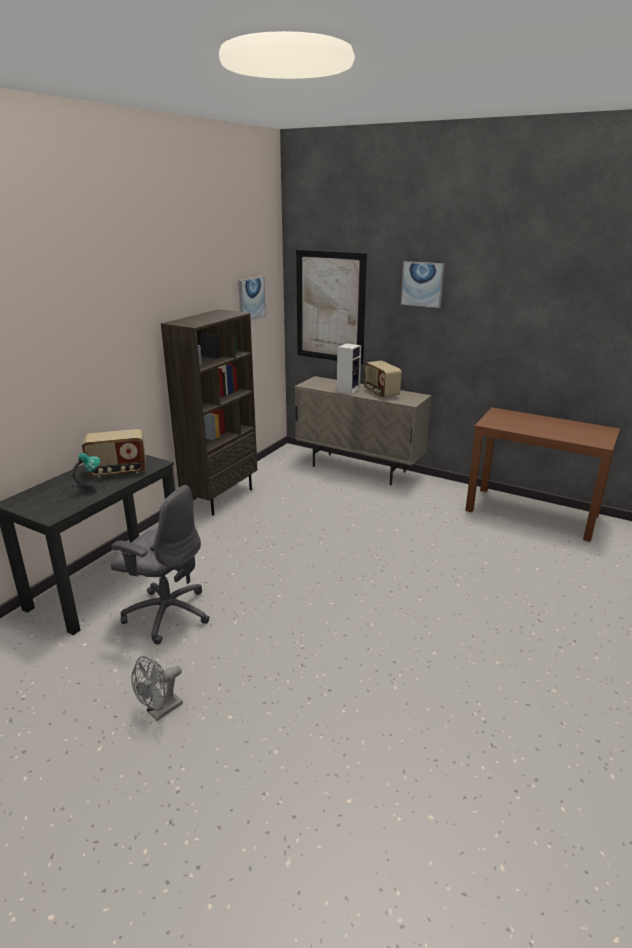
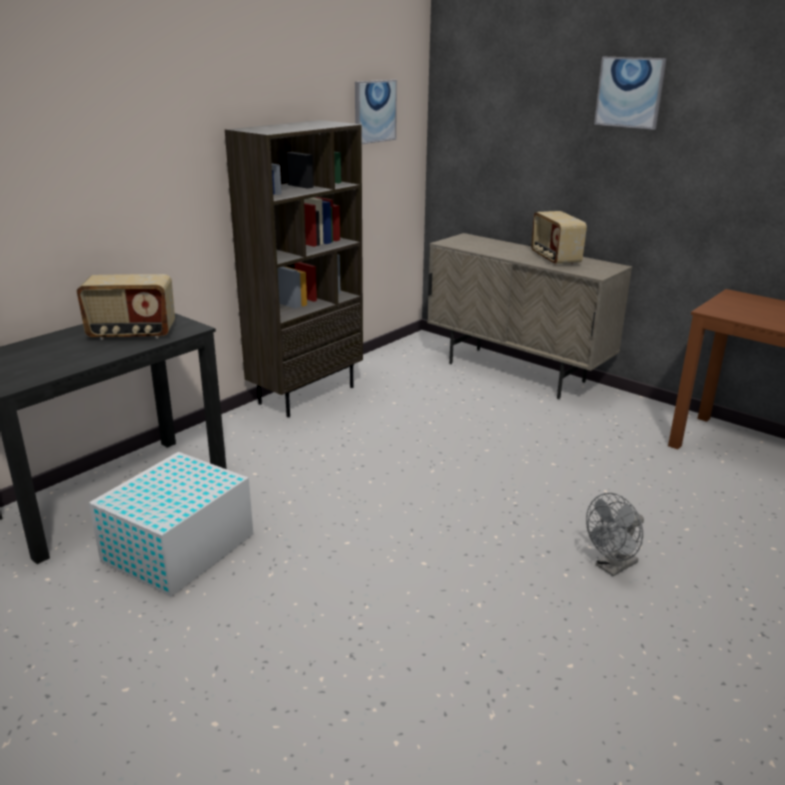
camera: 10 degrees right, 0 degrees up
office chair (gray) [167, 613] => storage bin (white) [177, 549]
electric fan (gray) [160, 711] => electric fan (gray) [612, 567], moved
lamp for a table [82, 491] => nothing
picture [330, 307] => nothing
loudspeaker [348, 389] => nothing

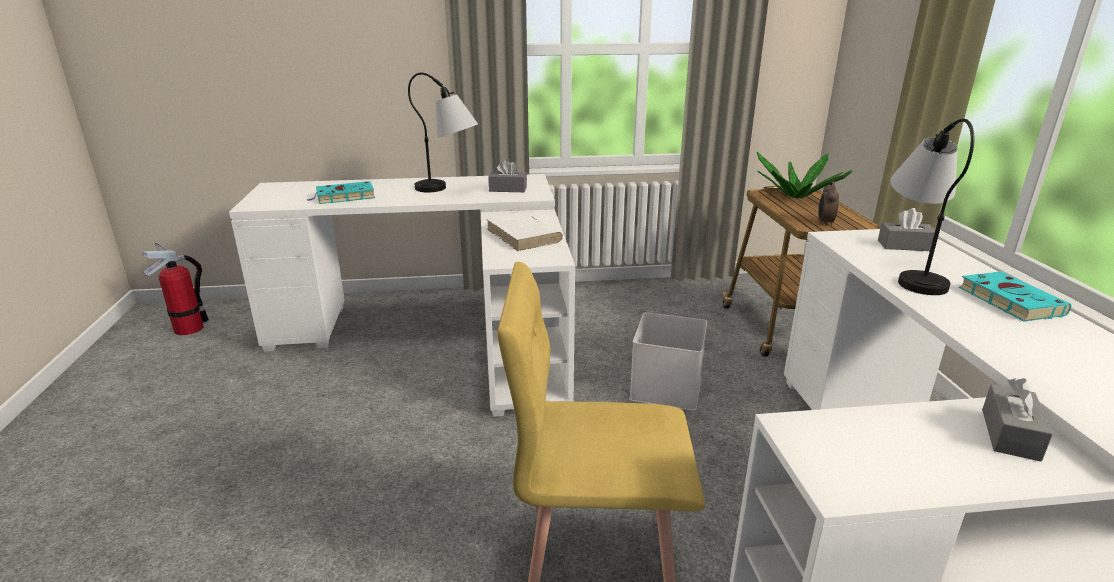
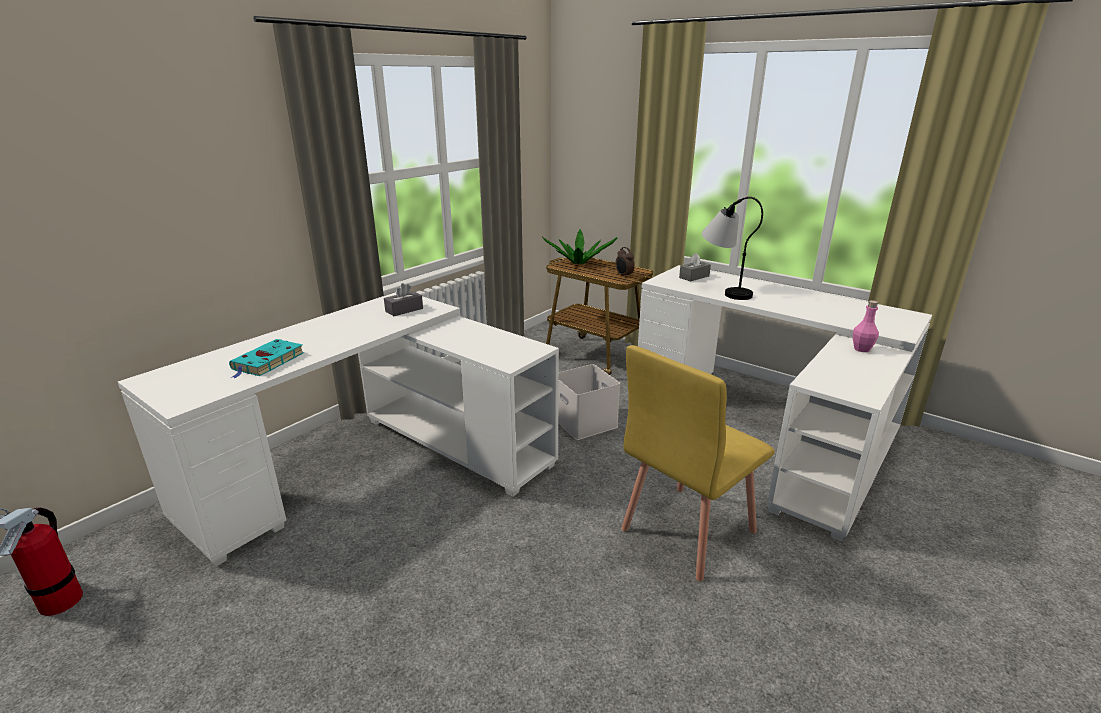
camera: 45 degrees left, 0 degrees up
tissue box (gray) [1010, 434] => bottle (pink) [861, 349]
lamp for a table [448, 190] => nothing
bound book (white) [524, 235] => nothing
bound book (turquoise) [1007, 300] => nothing

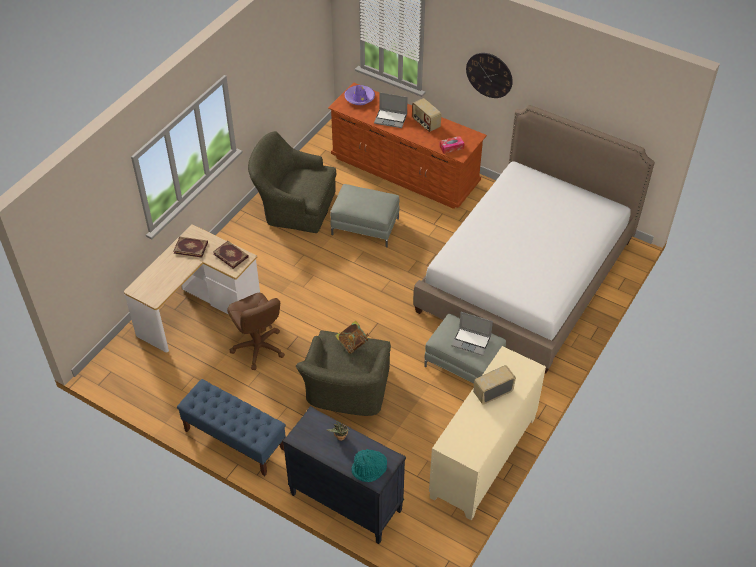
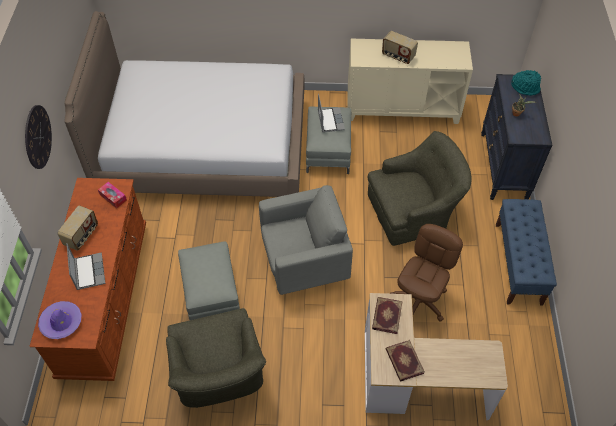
camera: 120 degrees left, 5 degrees up
nothing => lounge chair (gray) [304, 262]
bound book [352, 344] => nothing

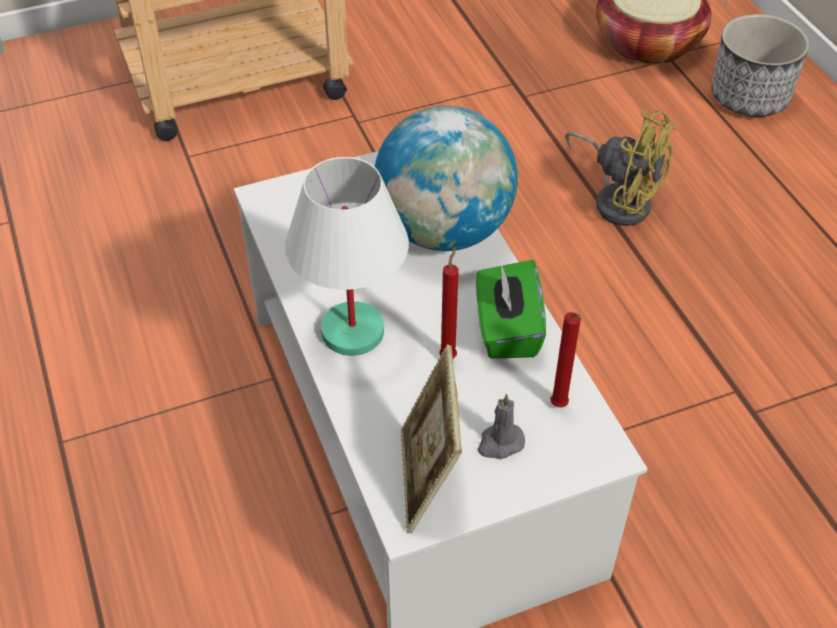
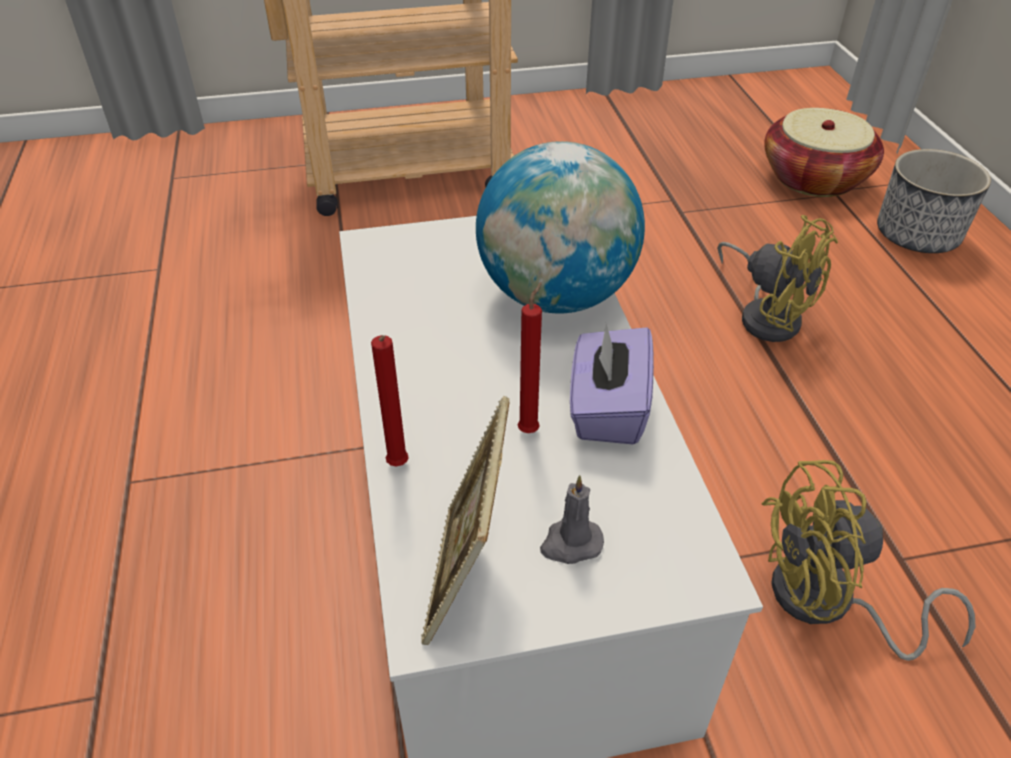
camera: 10 degrees right, 5 degrees down
candle (red-coloured) [559, 407] => candle (red-coloured) [397, 467], moved
tissue box (greenish) [507, 330] => tissue box (purplish) [607, 409]
nothing => electric fan (yellow) [827, 604]
lamp for a table (white) [354, 332] => nothing

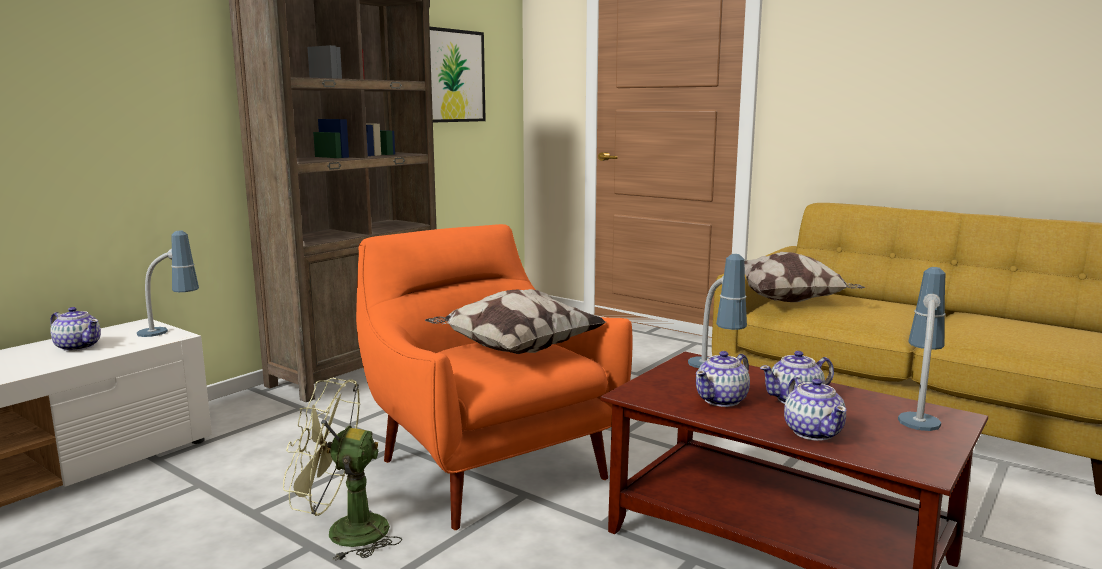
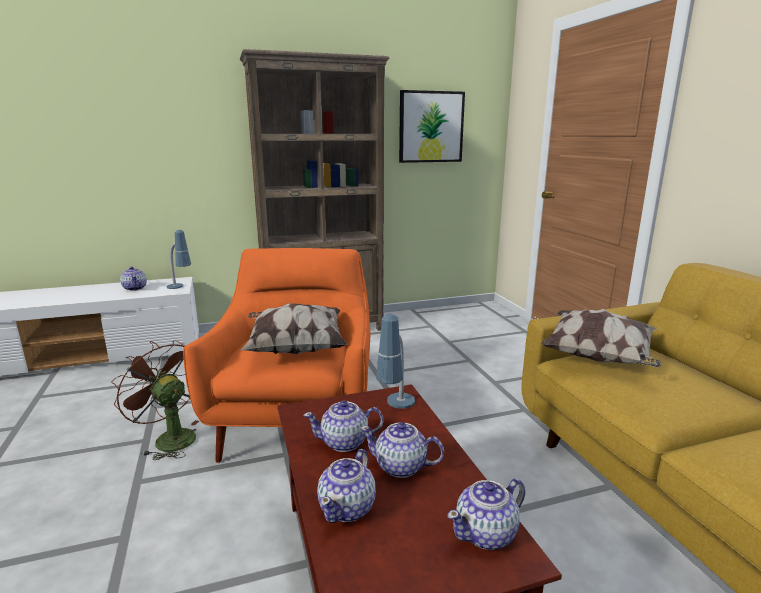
camera: 35 degrees right, 5 degrees up
electric fan (greenish) [343, 533] => electric fan (brownish) [169, 438]
lamp for a table [919, 413] => tea pot [486, 533]

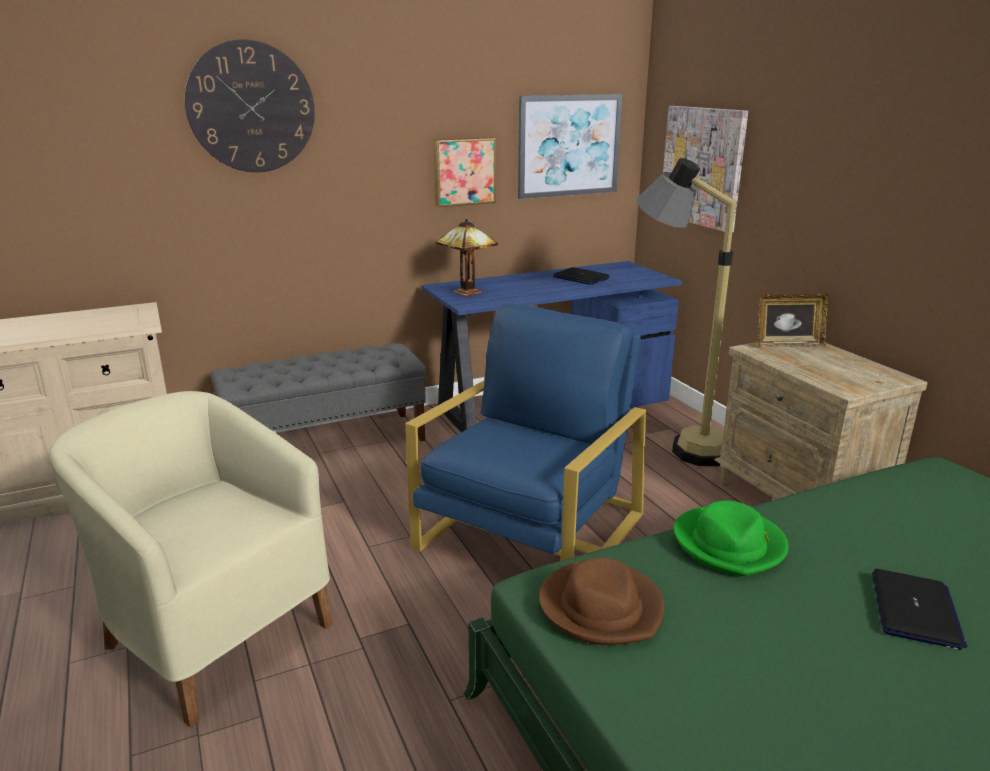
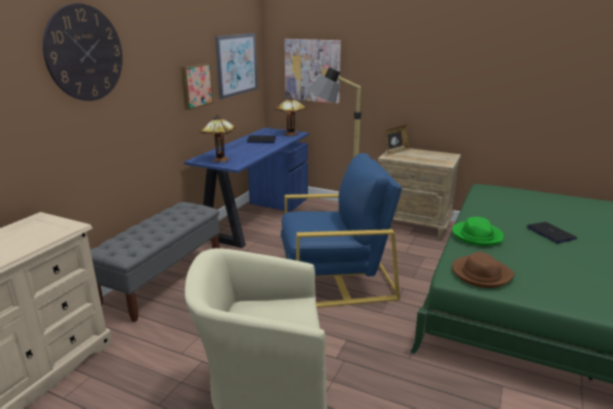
camera: 40 degrees left, 0 degrees up
nothing => lamp for a table [290, 134]
lounge chair (bluish) [529, 532] => lounge chair (bluish) [336, 277], 90 degrees clockwise

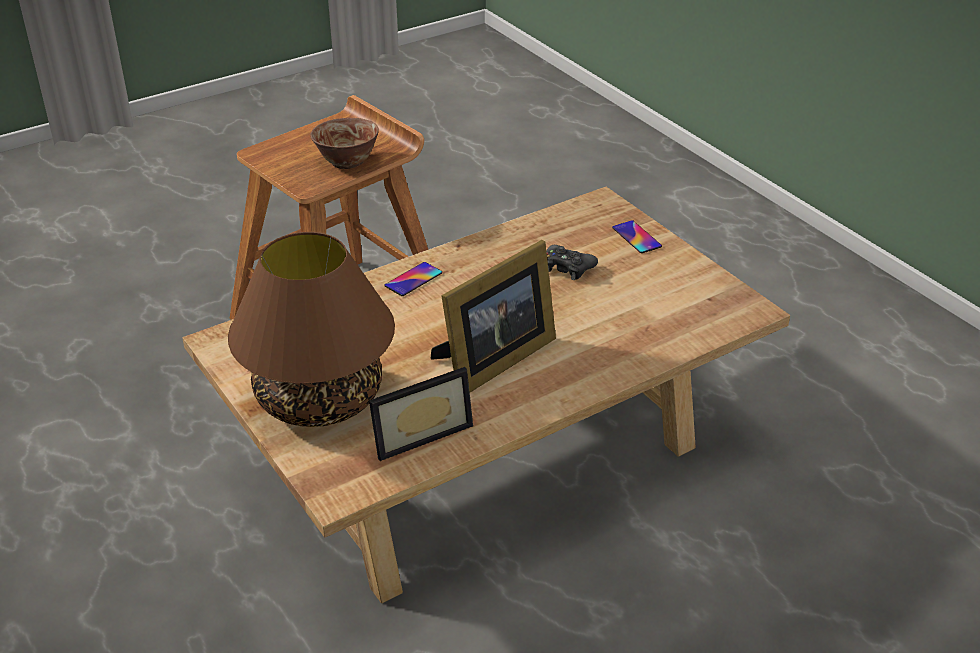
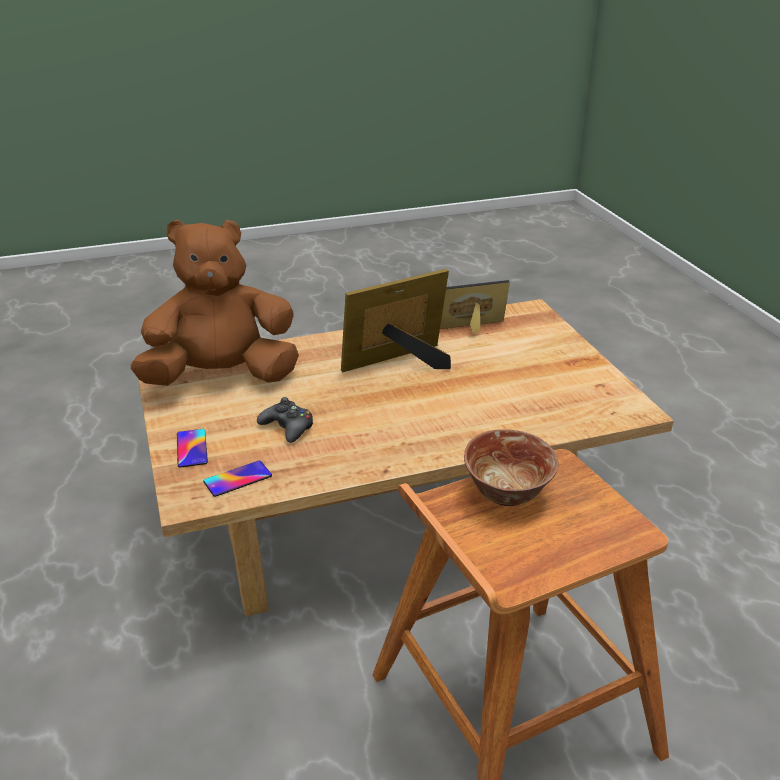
camera: 165 degrees left, 5 degrees down
nothing => plush toy (brownish) [222, 377]
phone [413, 279] => phone [237, 479], moved
lamp for a table (brownish) [319, 398] => nothing

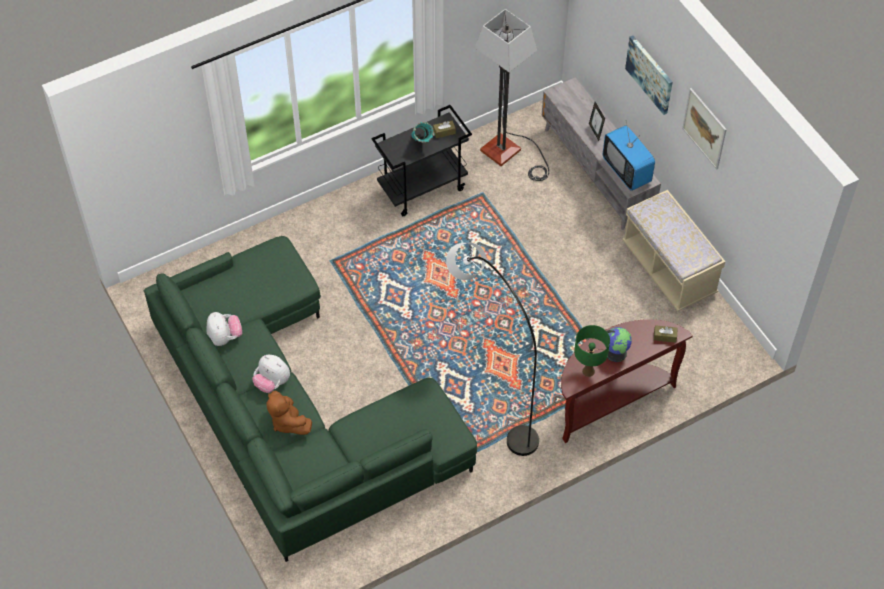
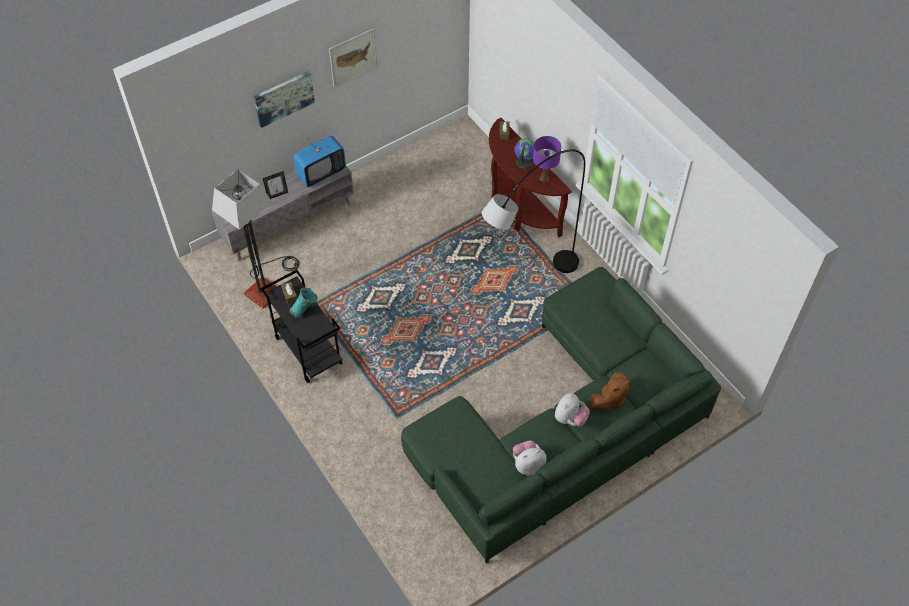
camera: 95 degrees left, 0 degrees up
lamp for a table (greenish) [588, 371] => lamp for a table (purplish) [544, 178]
bench (beige-coloured) [668, 269] => nothing

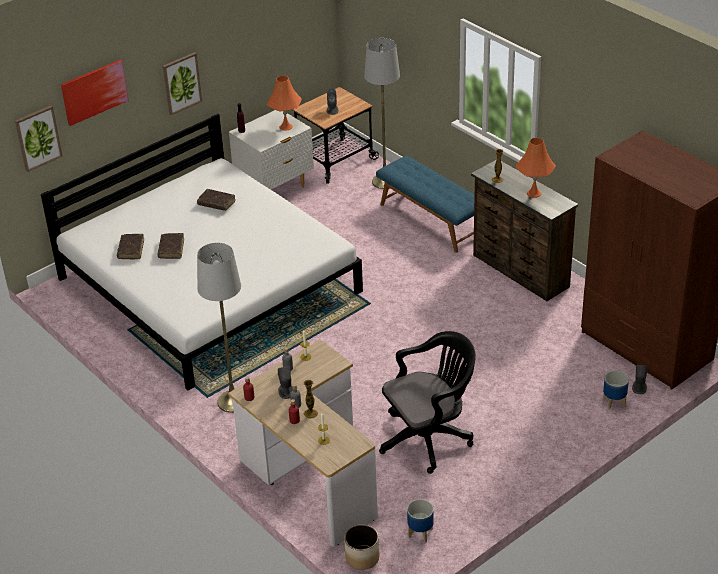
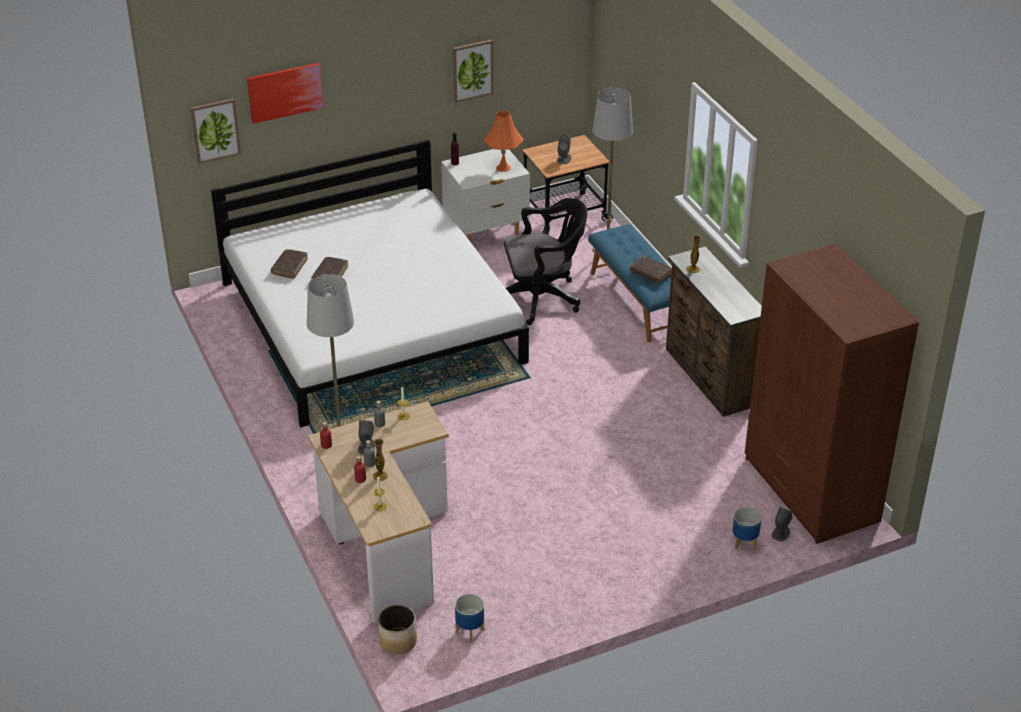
camera: 15 degrees right, 0 degrees up
picture [181, 83] => picture [472, 70], moved
office chair (blackish) [429, 437] => office chair (blackish) [542, 298], moved
bound book (brownish) [216, 203] => bound book (brownish) [651, 273], moved
lamp for a table (orangey) [534, 193] => nothing

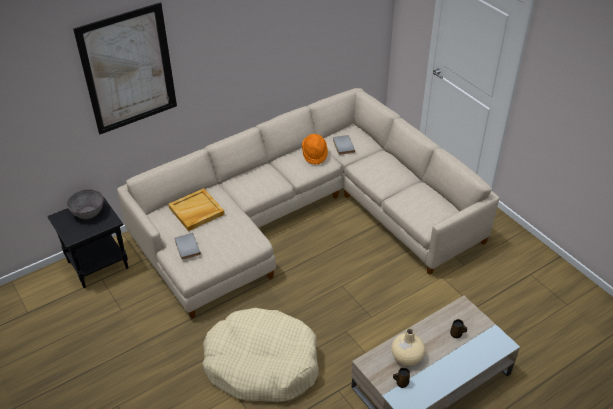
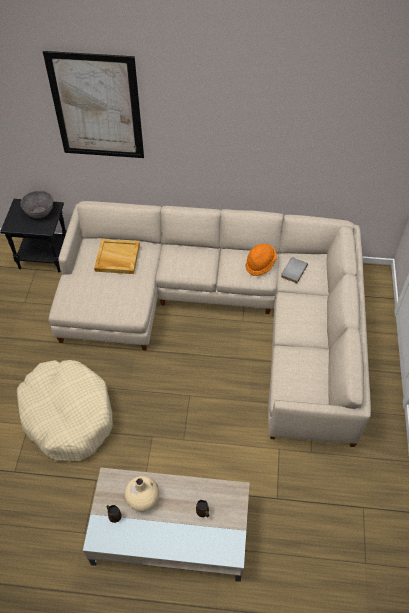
camera: 40 degrees right, 10 degrees up
bound book (gray) [186, 247] => nothing

